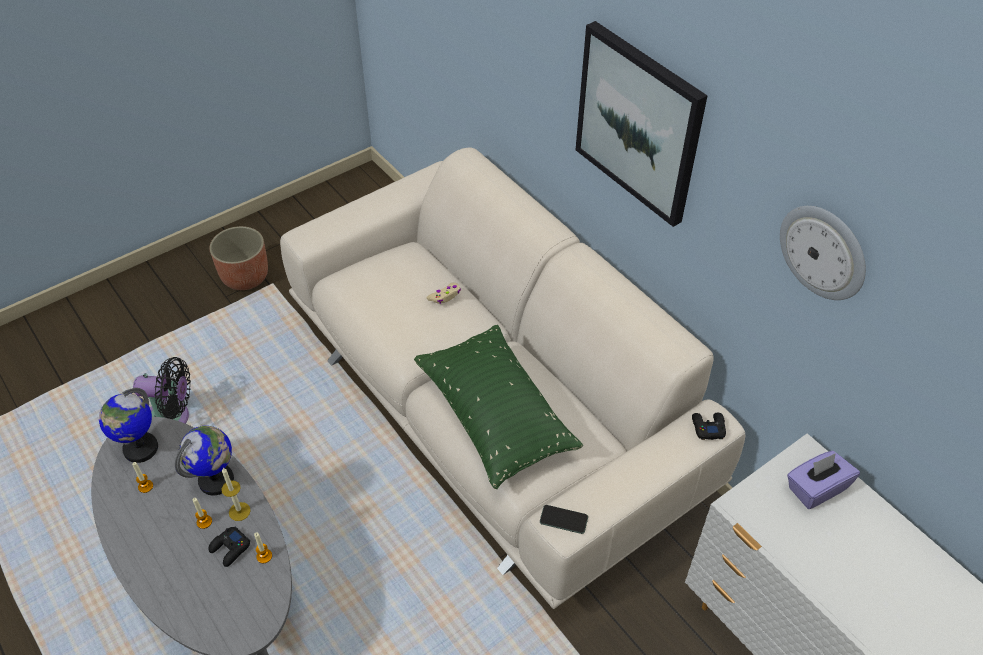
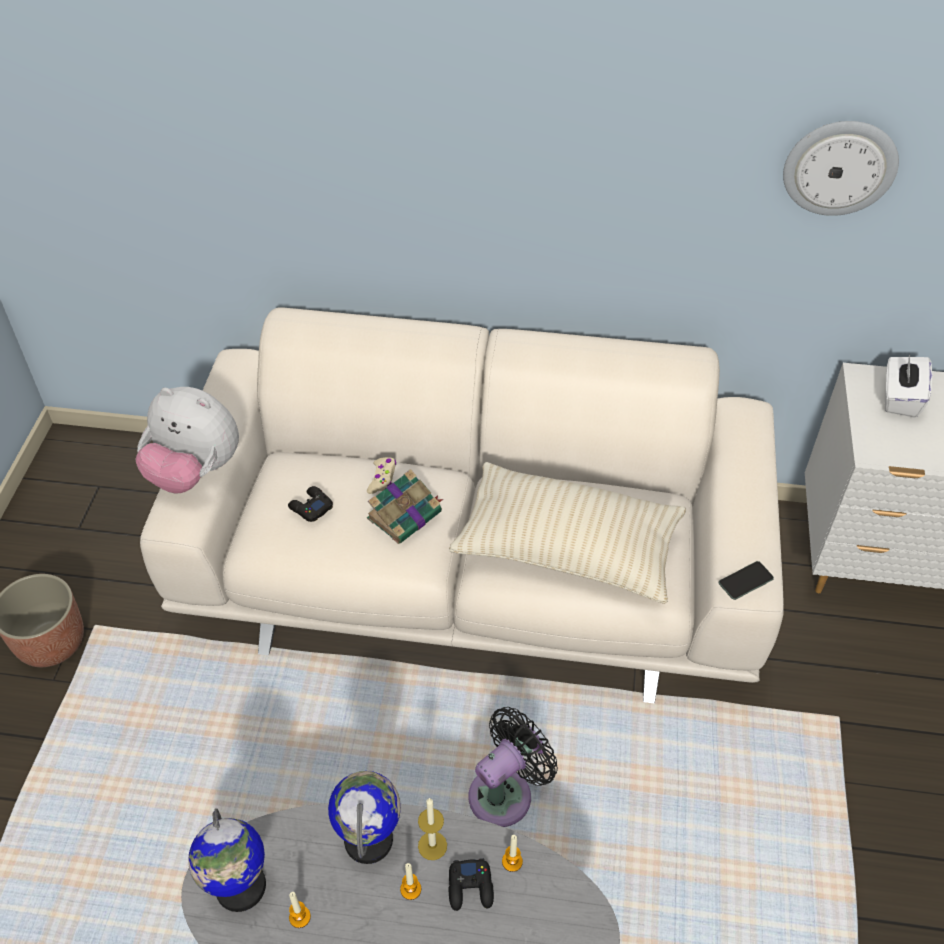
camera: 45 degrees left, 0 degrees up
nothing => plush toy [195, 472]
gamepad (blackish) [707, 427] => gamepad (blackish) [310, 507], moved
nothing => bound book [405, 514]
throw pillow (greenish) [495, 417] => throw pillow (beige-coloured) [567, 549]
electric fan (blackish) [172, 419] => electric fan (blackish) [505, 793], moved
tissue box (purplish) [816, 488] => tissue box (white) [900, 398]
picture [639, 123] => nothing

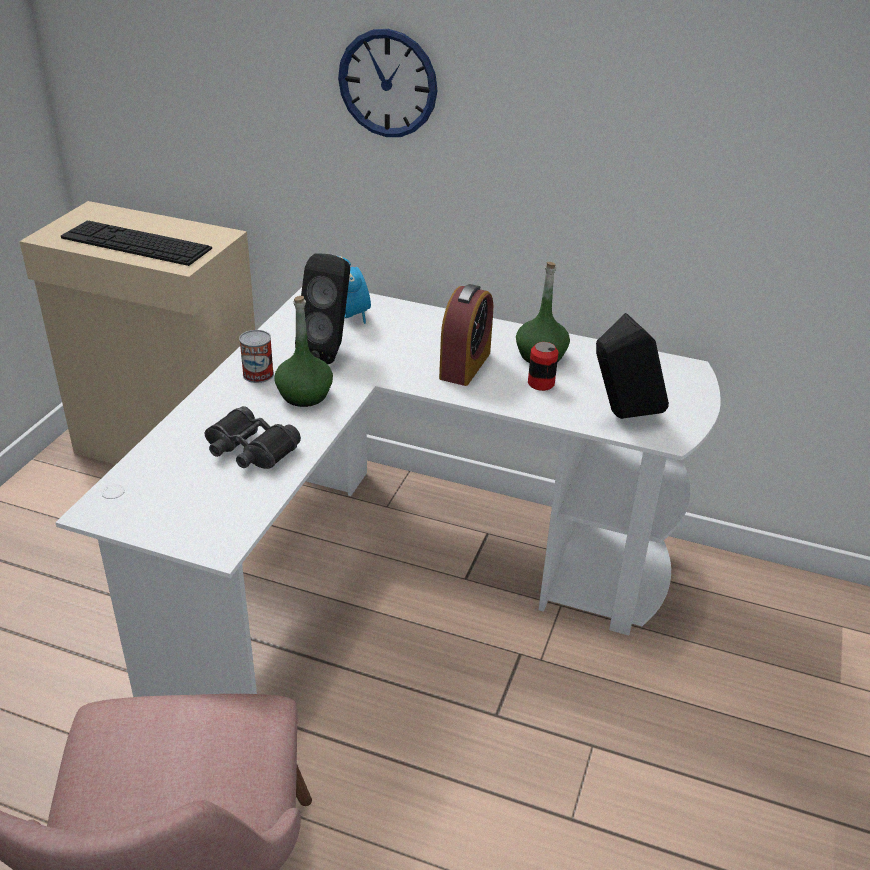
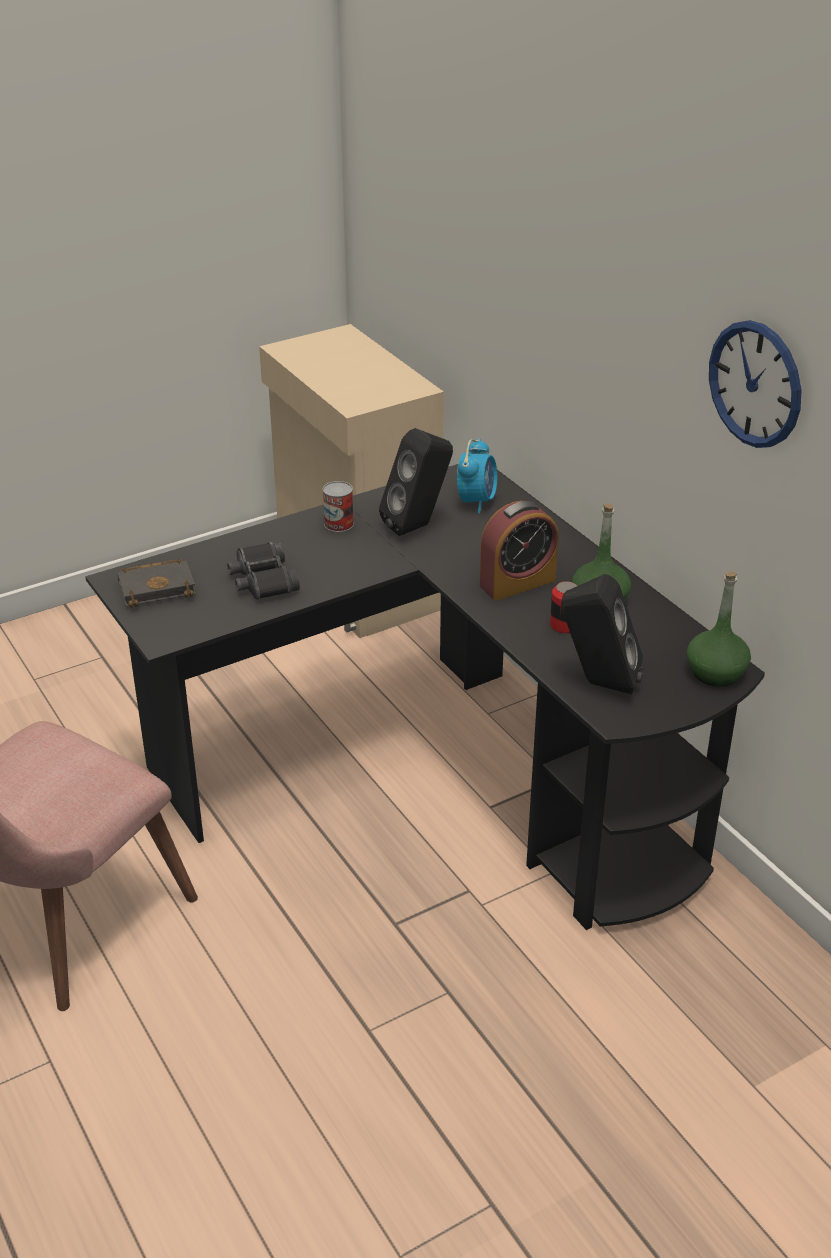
camera: 40 degrees right, 0 degrees up
desk table (white) [401, 573] => desk table (blackish) [439, 774]
nothing => bound book (blackish) [158, 587]
bottle (greenish) [304, 395] => bottle (greenish) [715, 672], moved
hanging clock [388, 83] => hanging clock [755, 384], moved
keyboard [136, 243] => nothing

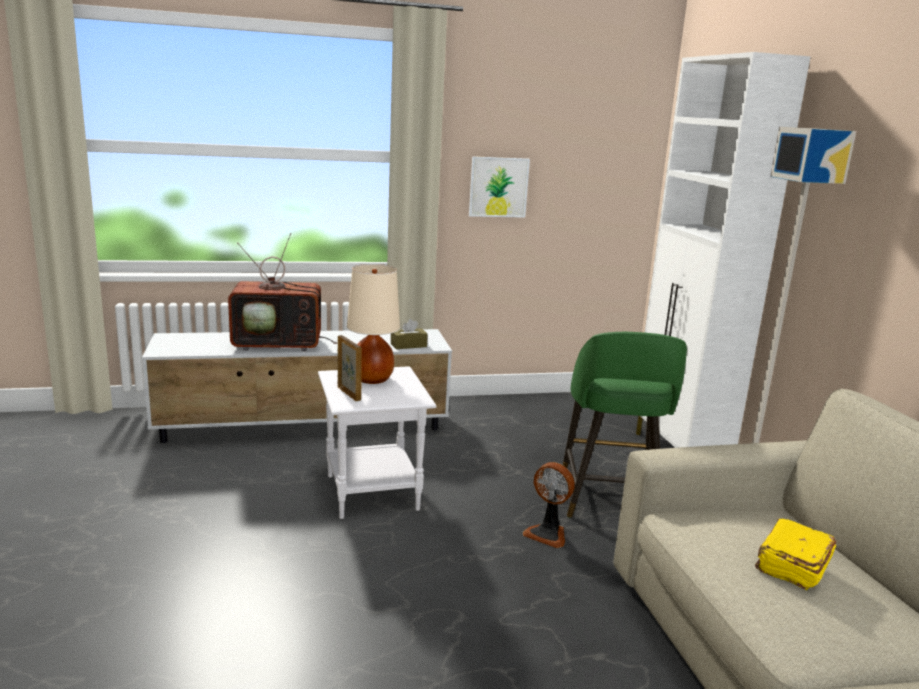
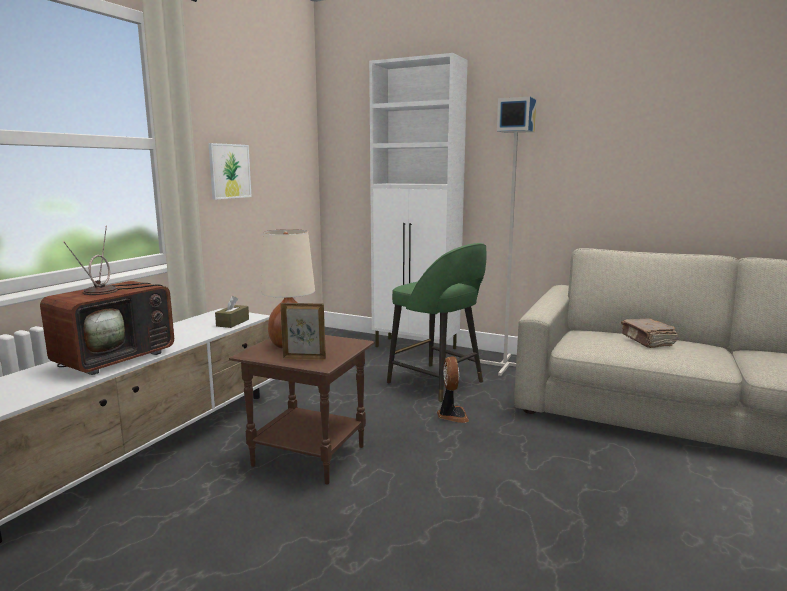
camera: 50 degrees left, 5 degrees down
accent table (white) [372, 492] => accent table (brownish) [307, 456]
electric fan [547, 534] => electric fan [451, 415], 75 degrees counterclockwise
bound book (yellow) [792, 566] => bound book (brownish) [647, 341]

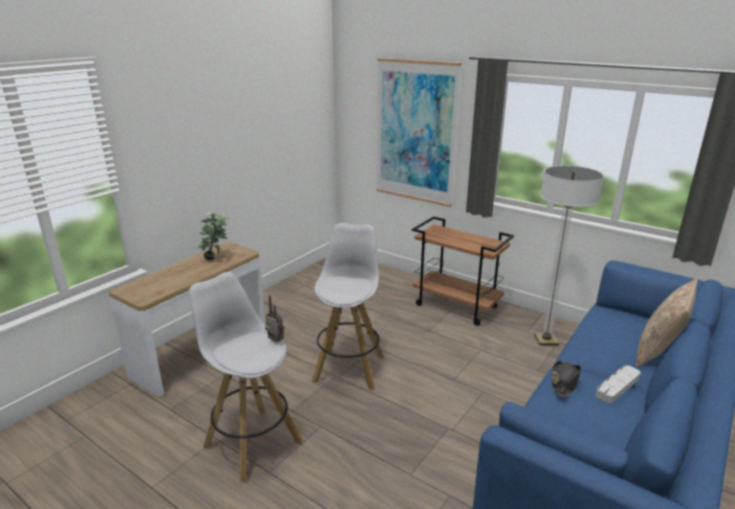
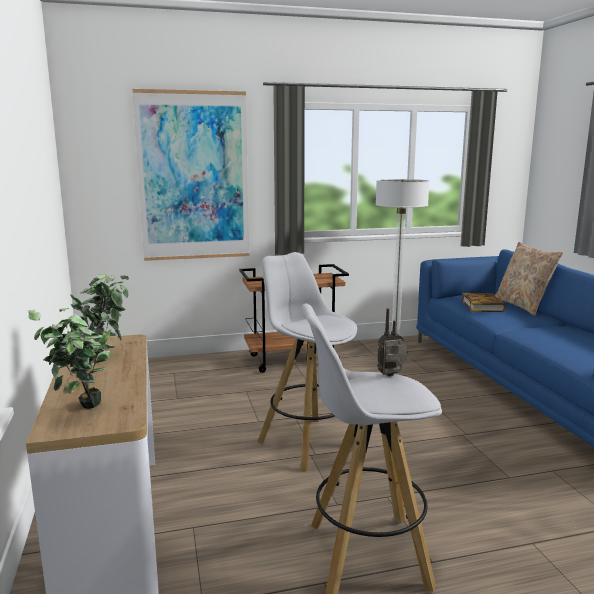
camera: 50 degrees left, 10 degrees down
nothing => potted plant [80, 411]
nothing => bound book [482, 306]
wearable hat (blackish) [564, 382] => nothing
carrying tray (gray) [617, 386] => nothing

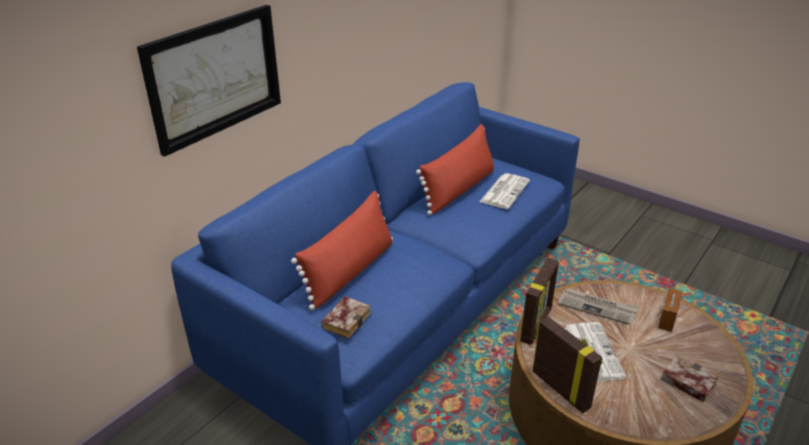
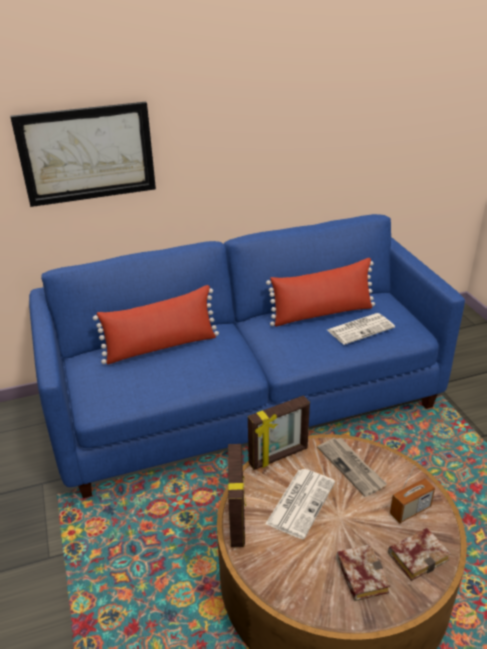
camera: 35 degrees right, 0 degrees up
bound book [346, 319] => bound book [418, 555], moved

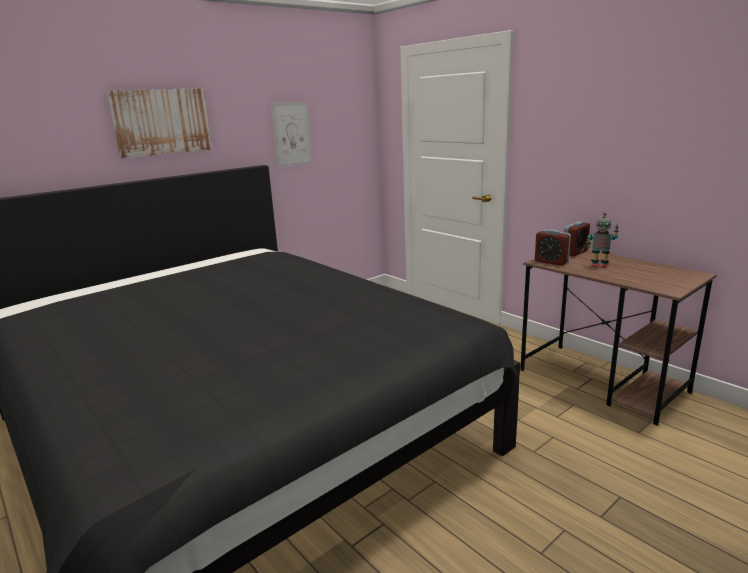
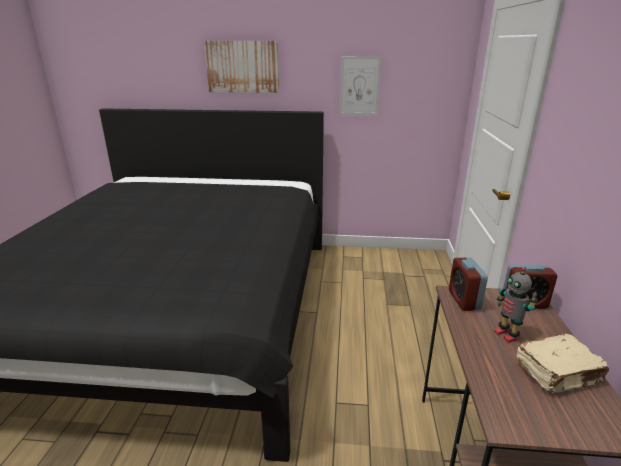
camera: 45 degrees right, 5 degrees up
nothing => bound book (beige-coloured) [558, 373]

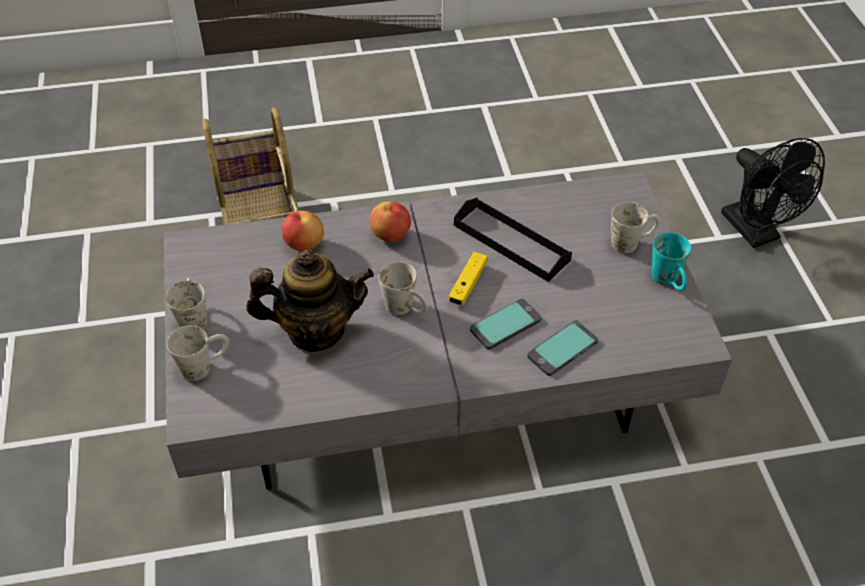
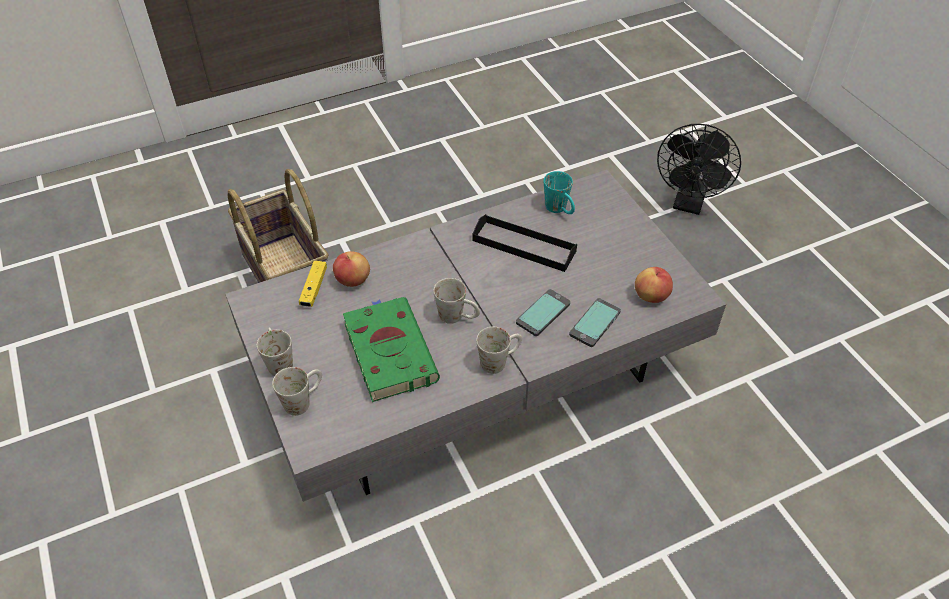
camera: 15 degrees left, 0 degrees up
gamepad (yellow) [468, 284] => gamepad (yellow) [314, 288], moved
tea pot [315, 330] => bound book (greenish) [388, 350]
mug (white) [632, 242] => mug (white) [499, 360], moved
mug (turquoise) [669, 282] => mug (turquoise) [560, 210], moved
whole apple [391, 235] => whole apple [651, 296], moved
electric fan (blackish) [756, 232] => electric fan (blackish) [689, 203], 60 degrees clockwise

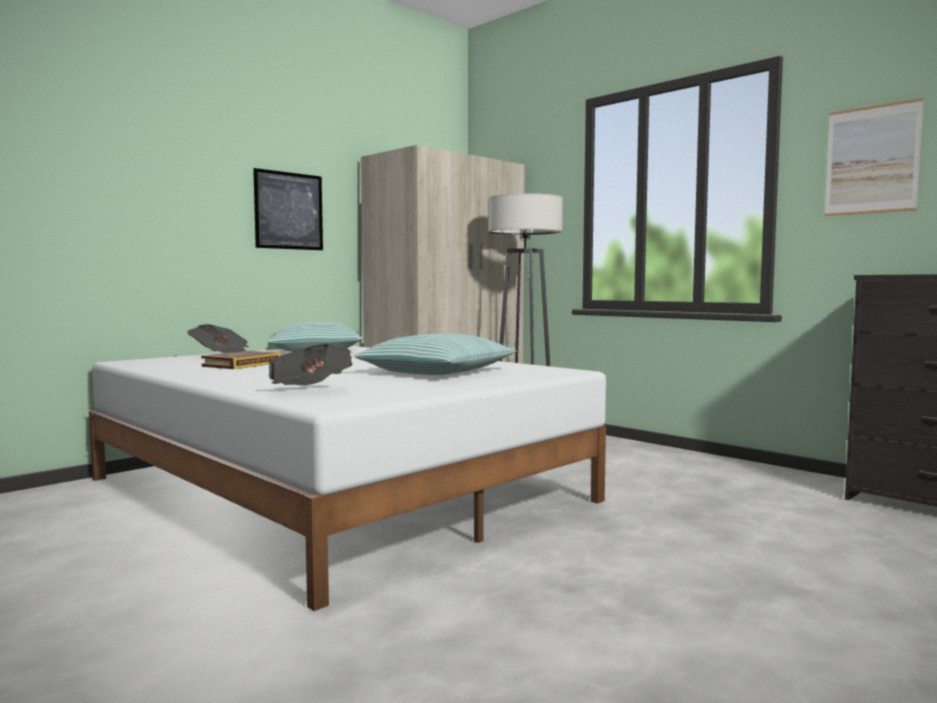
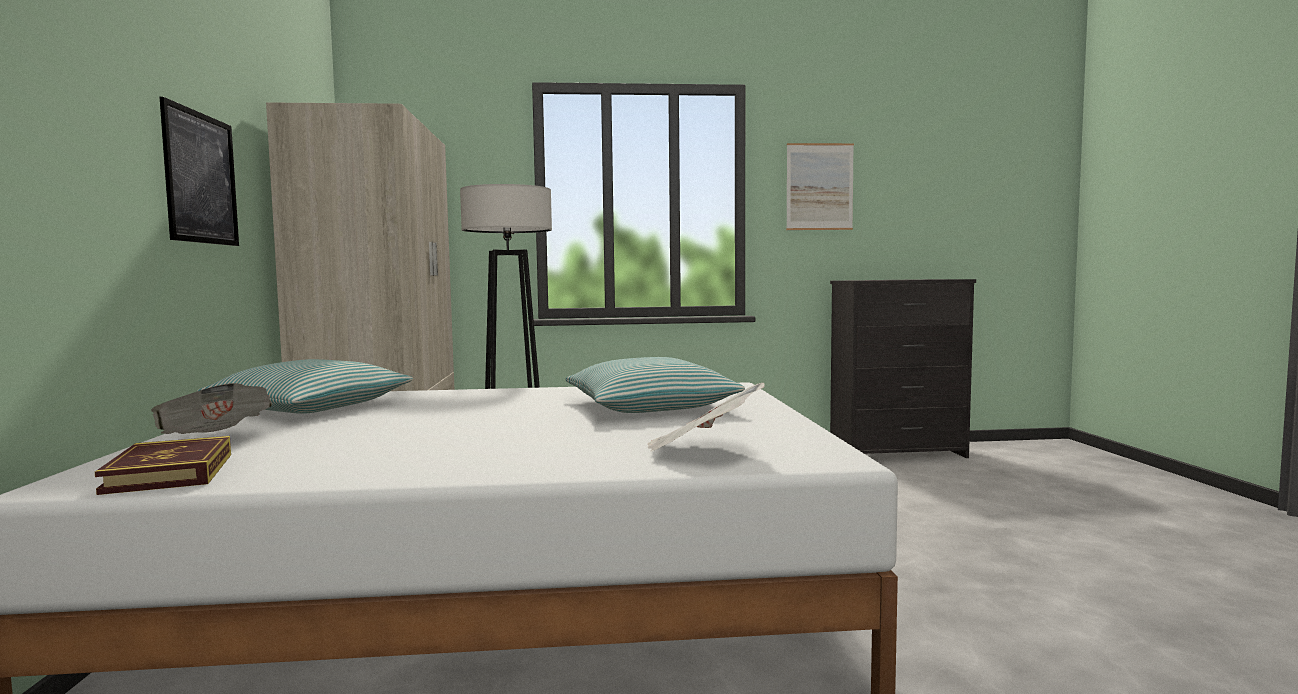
camera: 50 degrees left, 0 degrees up
bound book [242, 364] => bound book [170, 473], moved

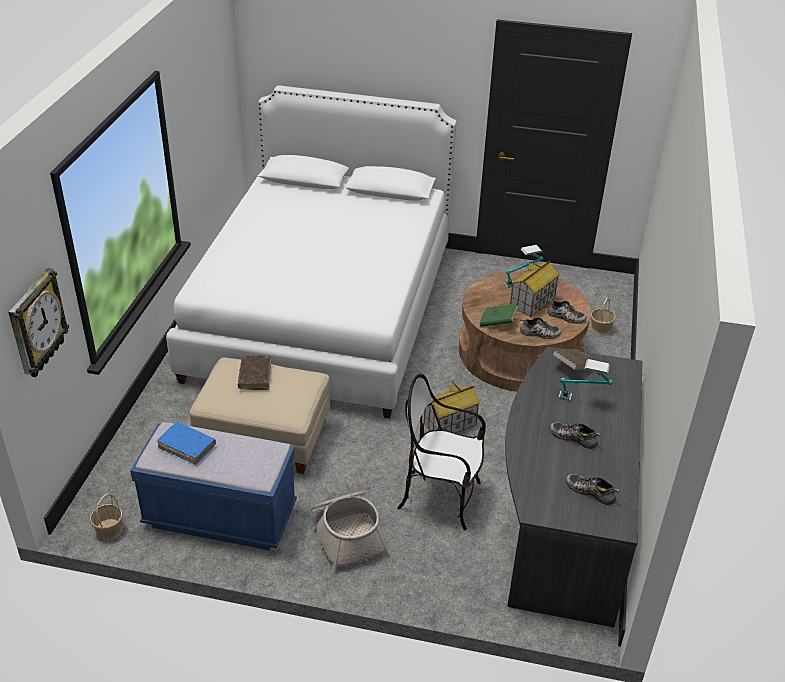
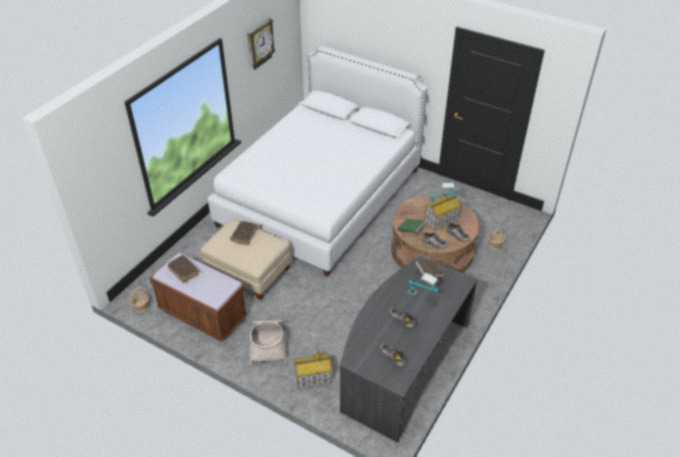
camera: 20 degrees right, 5 degrees up
bench (bluish) [220, 517] => bench (brownish) [203, 314]
bound book (bluish) [187, 447] => bound book (brownish) [184, 271]
hanging clock [36, 324] => hanging clock [259, 44], moved
toy house [449, 424] => toy house [312, 378], moved
plain chair [440, 497] => nothing

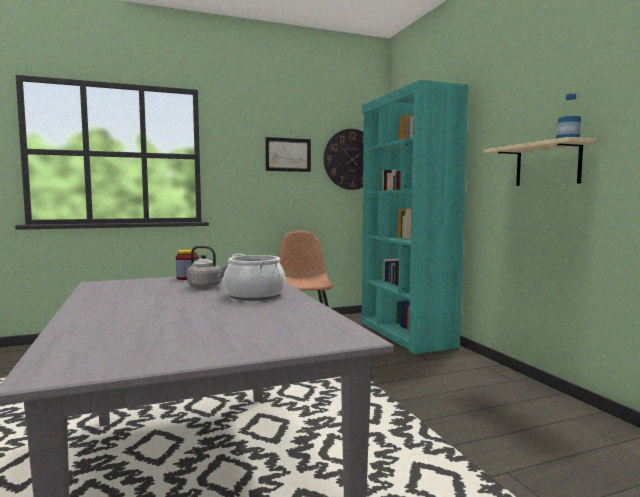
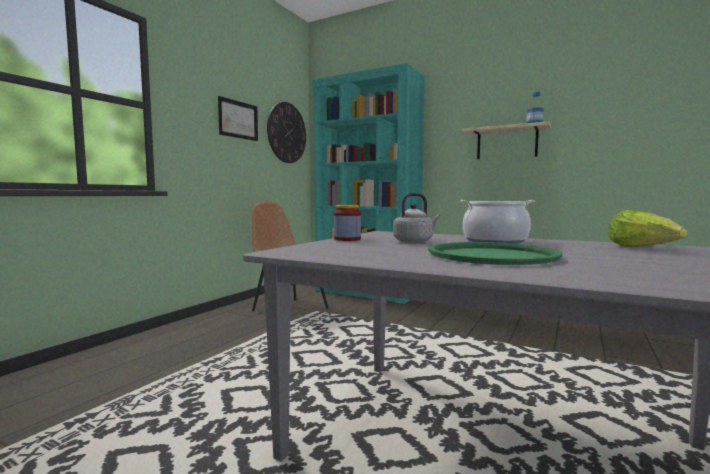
camera: 40 degrees left, 0 degrees up
nothing => carrying tray (greenish) [491, 255]
nothing => lettuce [642, 248]

